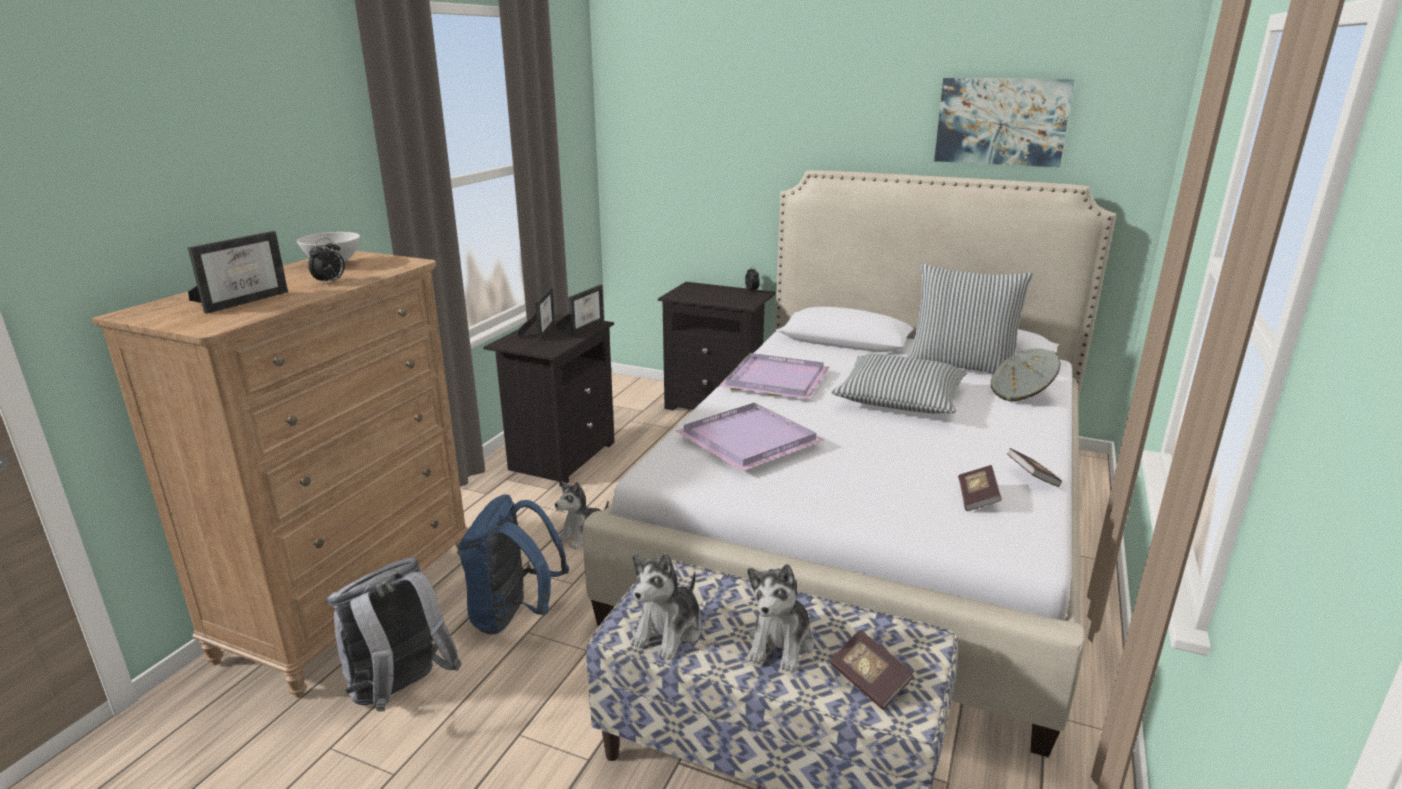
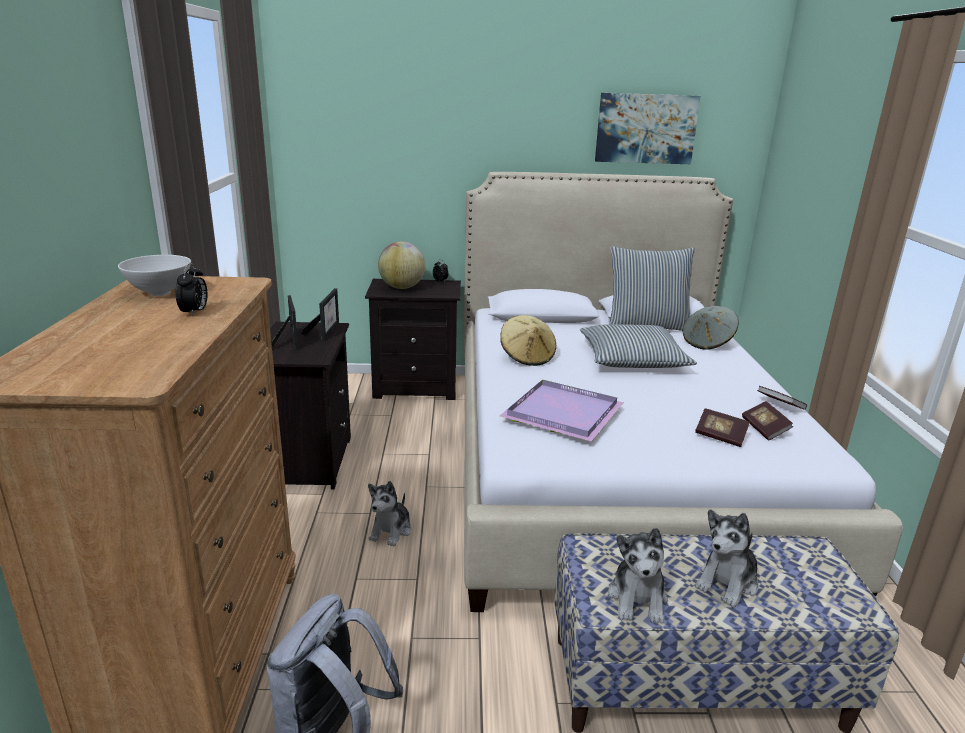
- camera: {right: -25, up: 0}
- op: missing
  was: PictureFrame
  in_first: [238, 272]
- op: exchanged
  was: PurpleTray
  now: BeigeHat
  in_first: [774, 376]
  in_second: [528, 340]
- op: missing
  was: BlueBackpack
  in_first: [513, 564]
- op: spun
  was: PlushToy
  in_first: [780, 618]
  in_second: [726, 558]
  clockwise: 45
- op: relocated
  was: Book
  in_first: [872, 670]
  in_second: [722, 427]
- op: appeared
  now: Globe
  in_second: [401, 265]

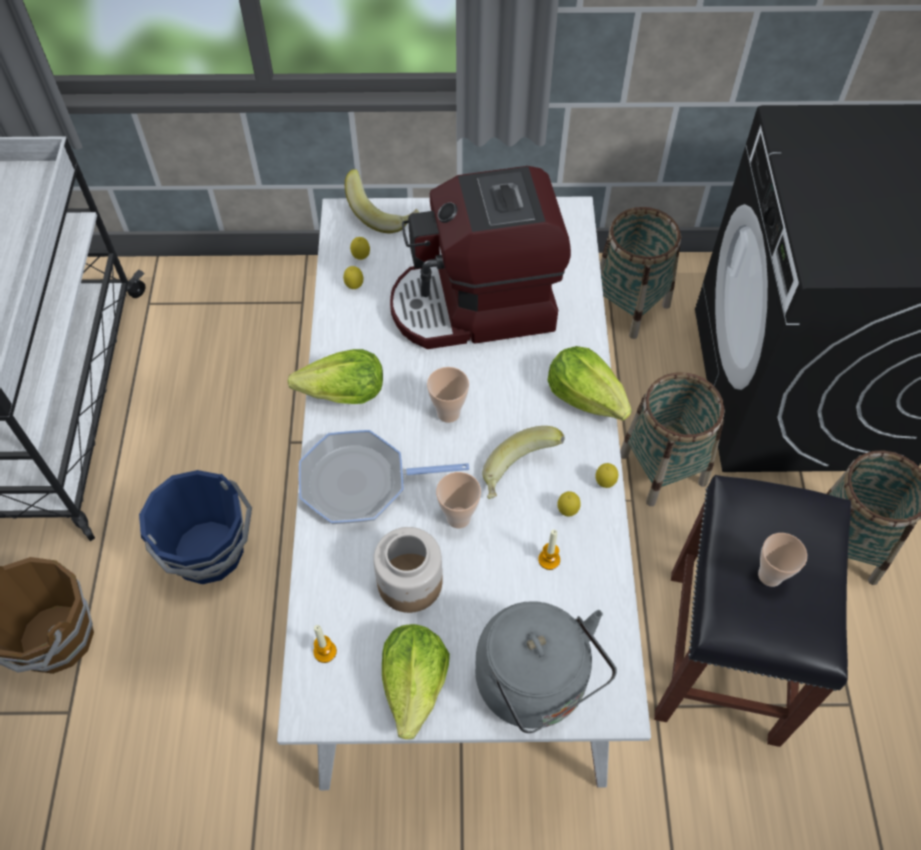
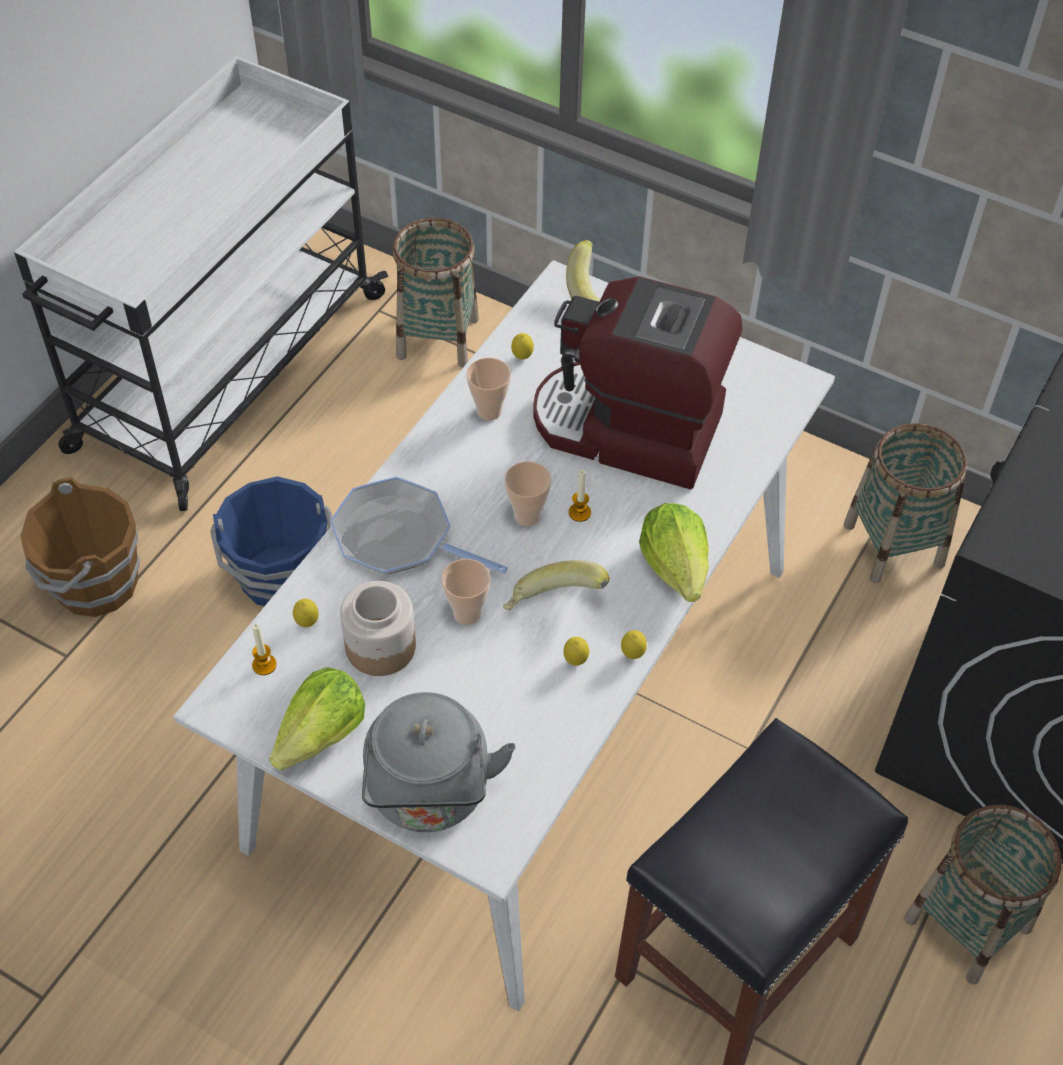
- camera: {right: 30, up: -5}
- op: relocated
  was: Lemon
  in_first: [360, 248]
  in_second: [306, 613]
- op: missing
  was: Lettuce
  in_first: [335, 376]
- op: relocated
  was: Basket
  in_first: [672, 439]
  in_second: [435, 292]
- op: relocated
  was: Candle
  in_first: [549, 550]
  in_second: [580, 496]
- op: relocated
  was: Cup
  in_first: [782, 560]
  in_second: [489, 389]

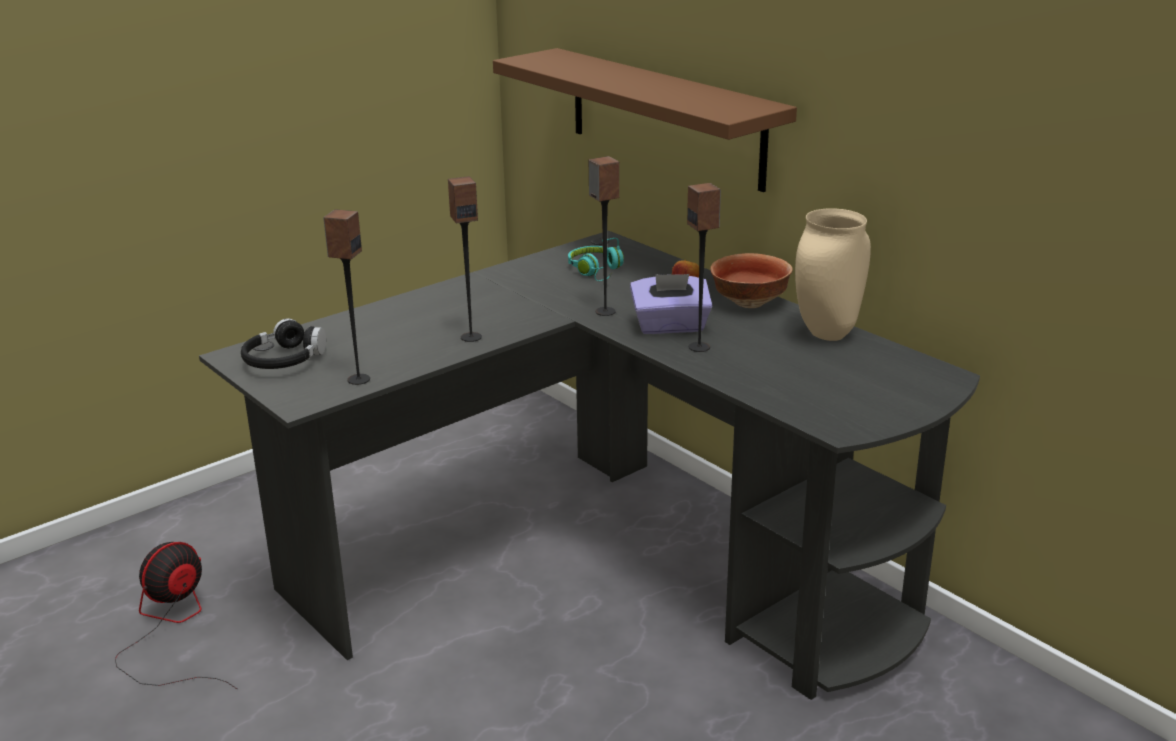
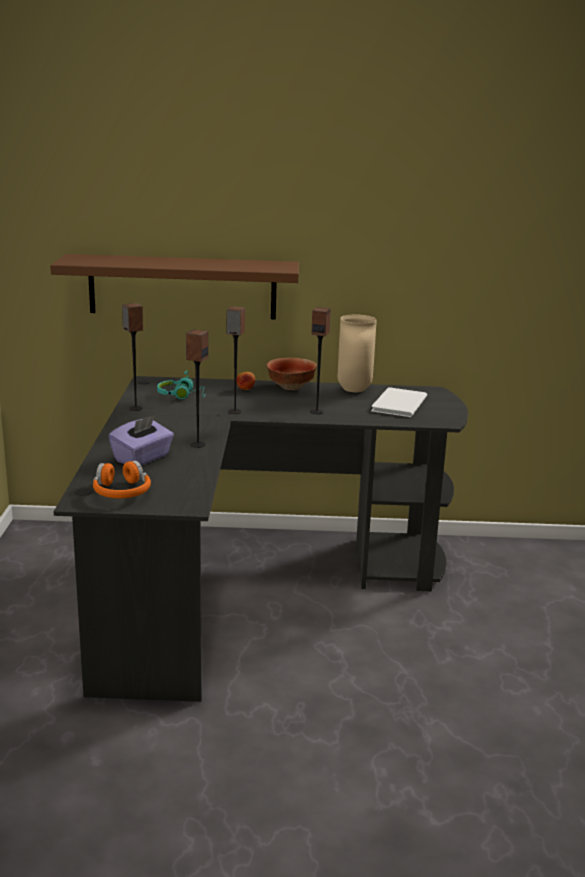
- camera: {right: -50, up: -5}
- op: relocated
  was: Speaker
  in_first: [346, 297]
  in_second: [132, 357]
- op: relocated
  was: PurpleTissueBox
  in_first: [671, 304]
  in_second: [141, 440]
- op: colour
  was: BlackHeadphones
  now: OrangeHeadphones
  in_first: [283, 343]
  in_second: [122, 479]
- op: missing
  was: Fan
  in_first: [176, 615]
- op: appeared
  now: WhiteBook
  in_second: [399, 402]

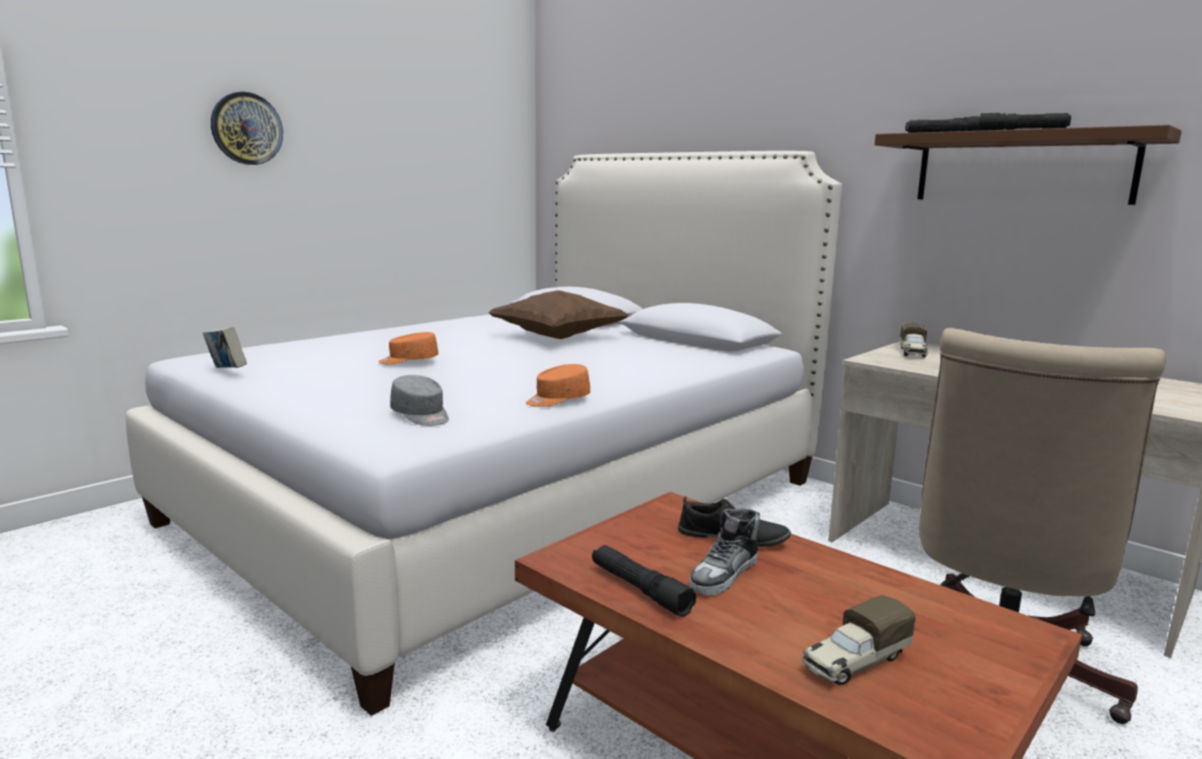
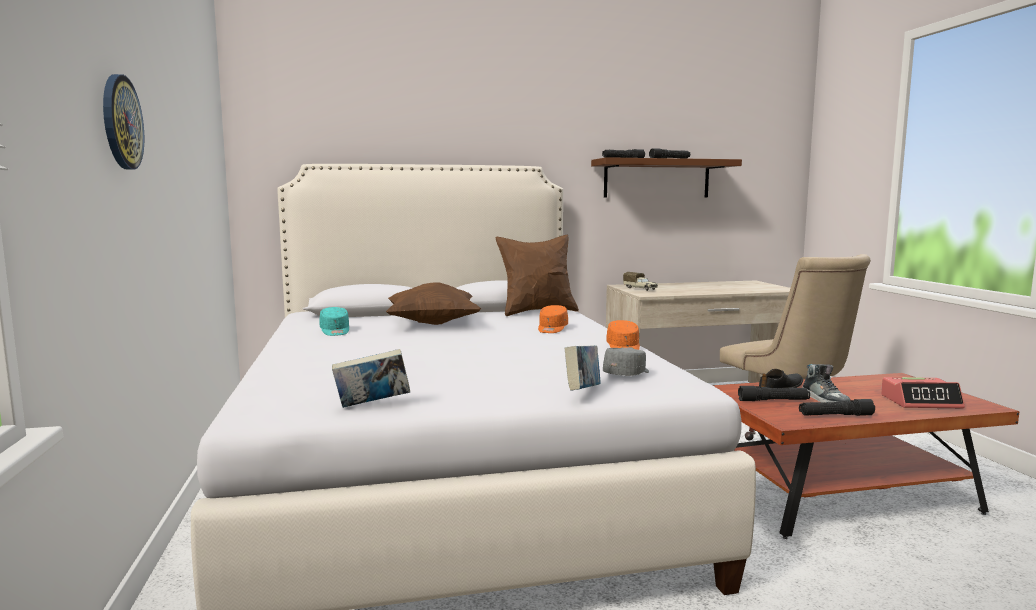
- camera: {right: -55, up: -5}
- op: relocated
  was: OrangeCap
  in_first: [408, 348]
  in_second: [553, 319]
- op: spun
  was: GreyCap
  in_first: [419, 400]
  in_second: [626, 362]
  clockwise: -45
- op: exchanged
  was: ToyTruck
  now: AlarmClock
  in_first: [859, 640]
  in_second: [923, 392]
- op: appeared
  now: BrownPillow
  in_second: [537, 275]
- op: appeared
  now: TurquoiseCap
  in_second: [334, 321]
- op: appeared
  now: Book
  in_second: [582, 368]
- op: appeared
  now: BlackFlashlight
  in_second: [774, 393]

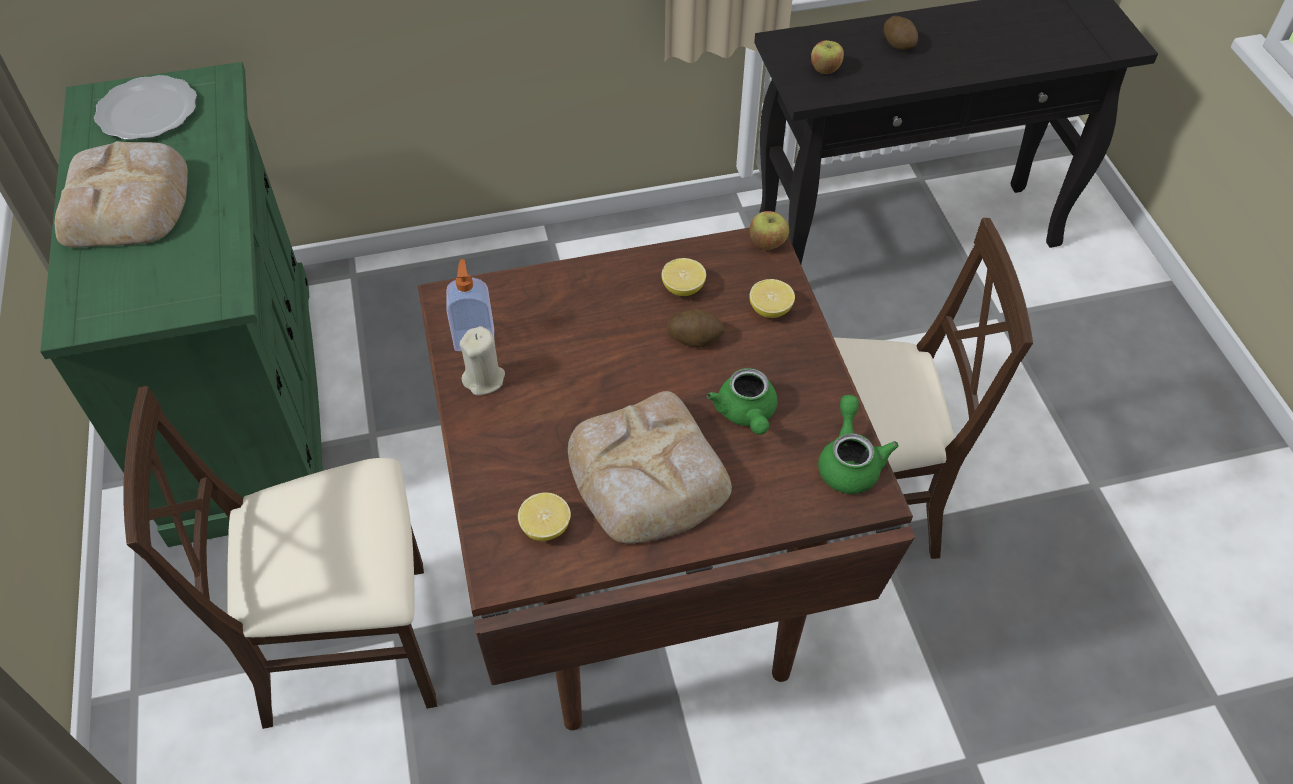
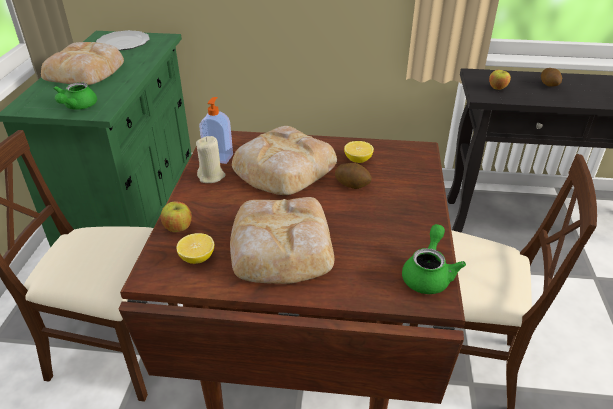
- camera: {right: 20, up: -15}
- op: relocated
  was: Apple
  in_first: [769, 230]
  in_second: [176, 216]
- op: missing
  was: Lemon
  in_first: [772, 298]
- op: relocated
  was: GreenTeapot
  in_first: [742, 401]
  in_second: [75, 96]
- op: appeared
  now: Bread
  in_second: [284, 160]

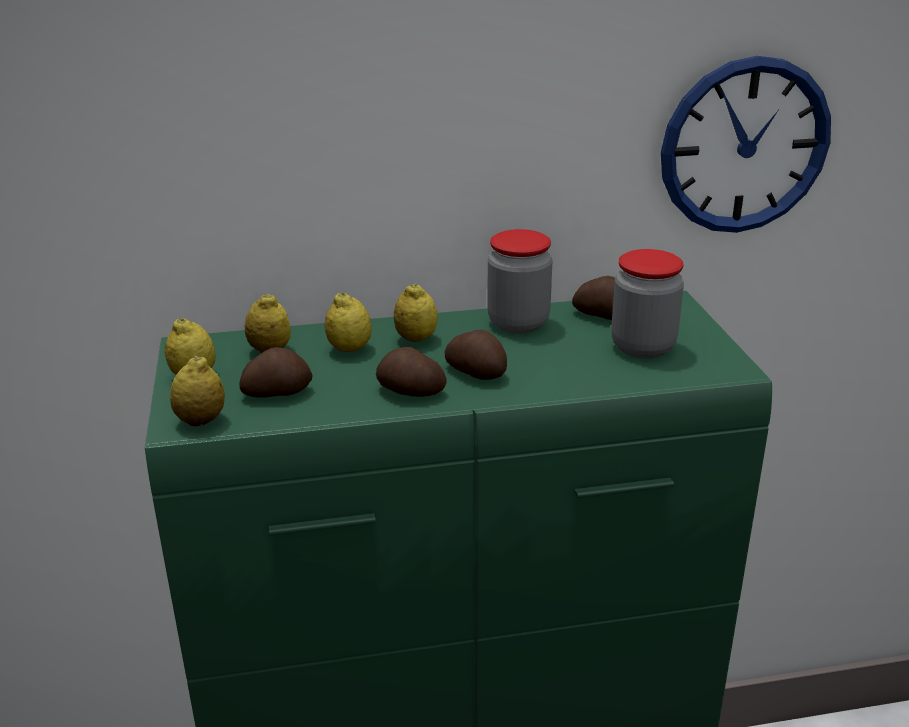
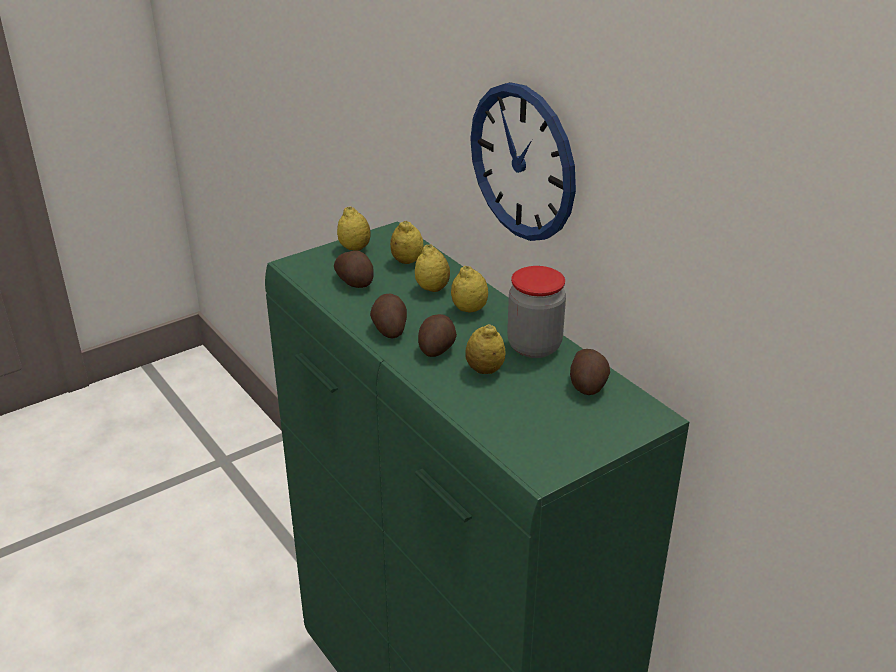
- camera: {right: 65, up: 5}
- op: relocated
  was: WallClock
  in_first: [746, 144]
  in_second: [523, 161]
- op: missing
  was: Jar
  in_first: [647, 304]
- op: relocated
  was: Lemon
  in_first: [197, 391]
  in_second: [485, 349]

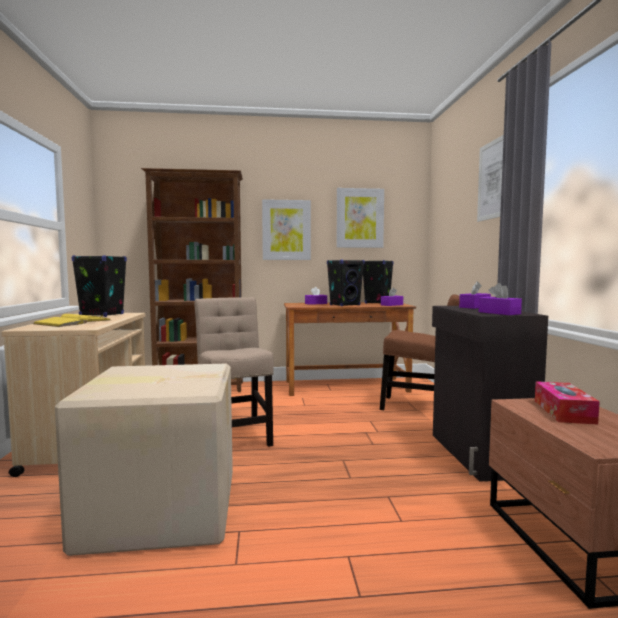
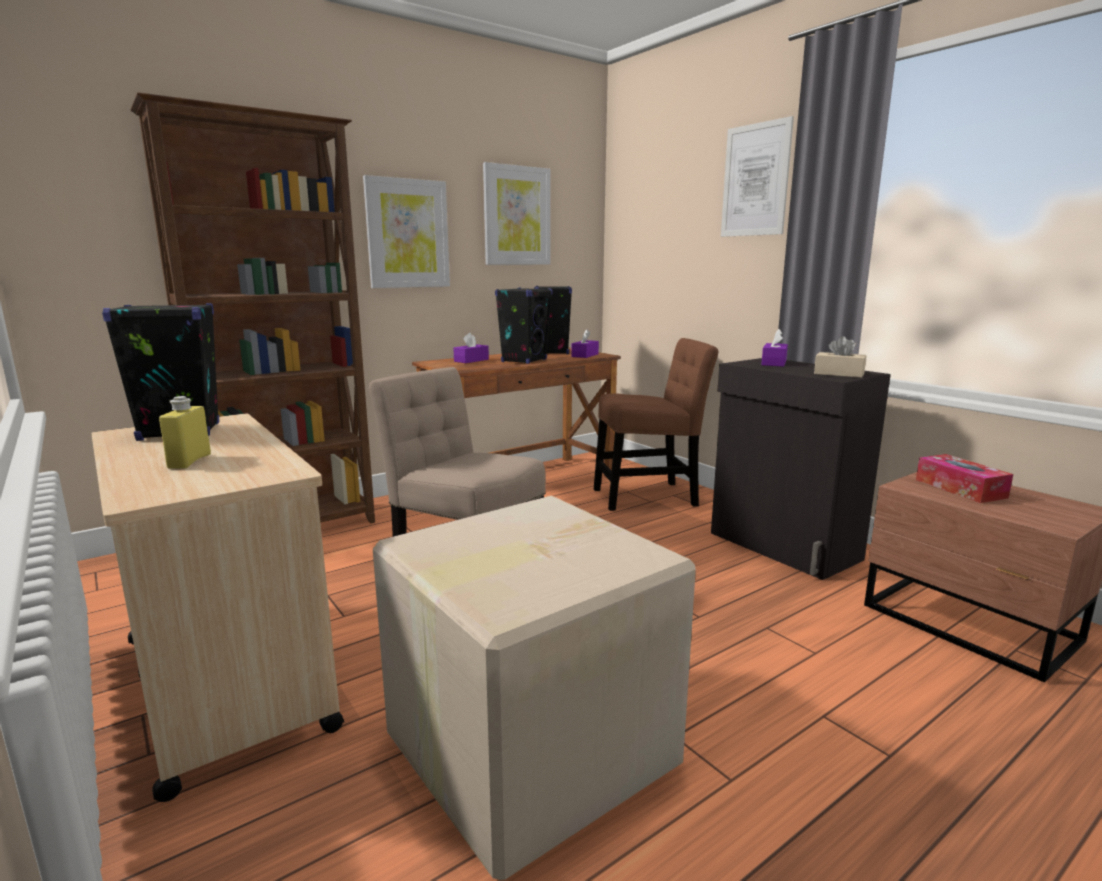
- camera: {right: -30, up: 10}
- op: colour
  was: PurpleTissueBox
  now: BeigeTissueBox
  in_first: [500, 299]
  in_second: [840, 357]
- op: exchanged
  was: YellowBook
  now: YellowBottle
  in_first: [72, 320]
  in_second: [185, 432]

